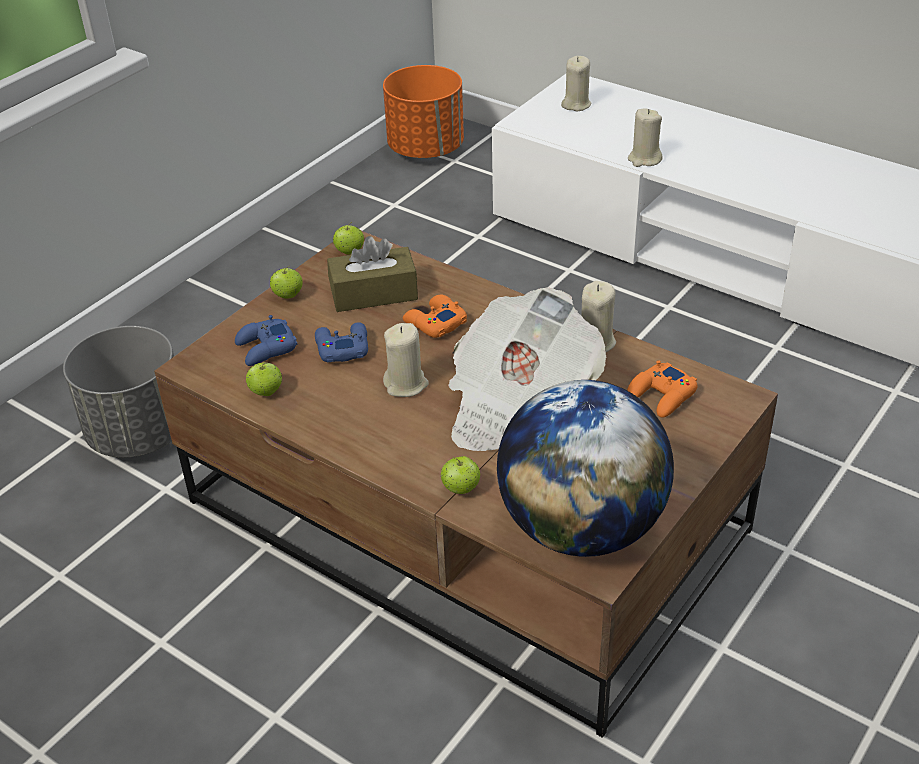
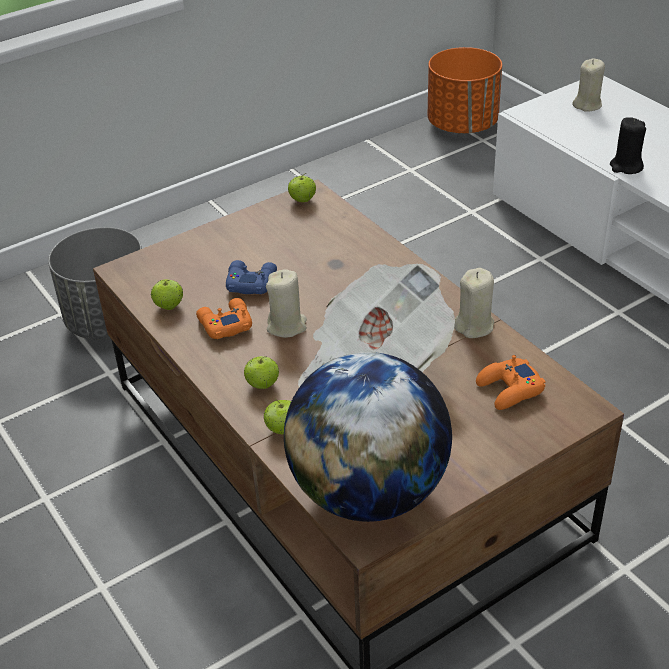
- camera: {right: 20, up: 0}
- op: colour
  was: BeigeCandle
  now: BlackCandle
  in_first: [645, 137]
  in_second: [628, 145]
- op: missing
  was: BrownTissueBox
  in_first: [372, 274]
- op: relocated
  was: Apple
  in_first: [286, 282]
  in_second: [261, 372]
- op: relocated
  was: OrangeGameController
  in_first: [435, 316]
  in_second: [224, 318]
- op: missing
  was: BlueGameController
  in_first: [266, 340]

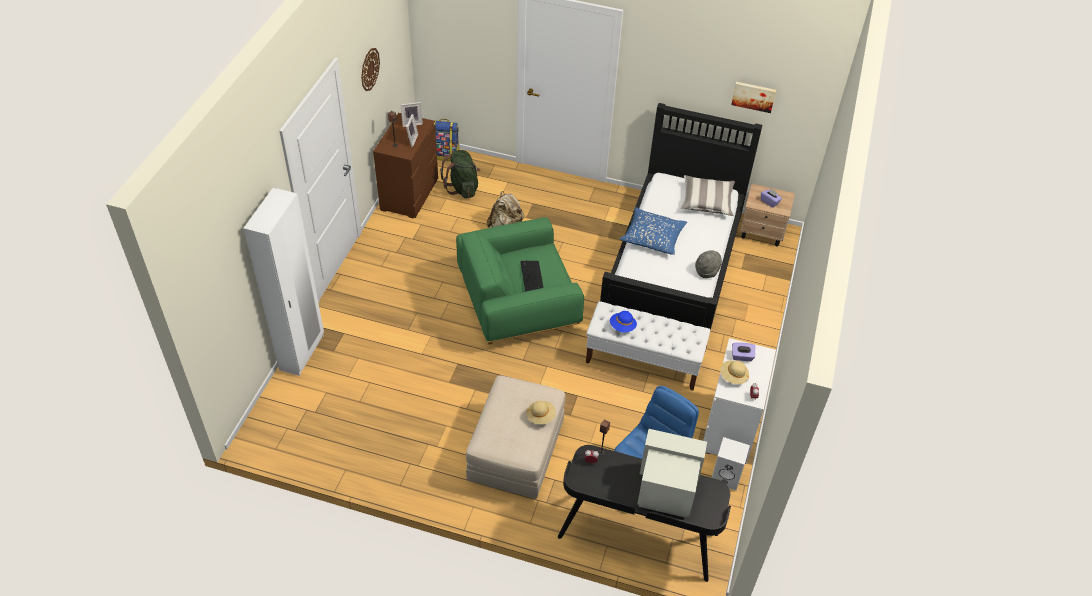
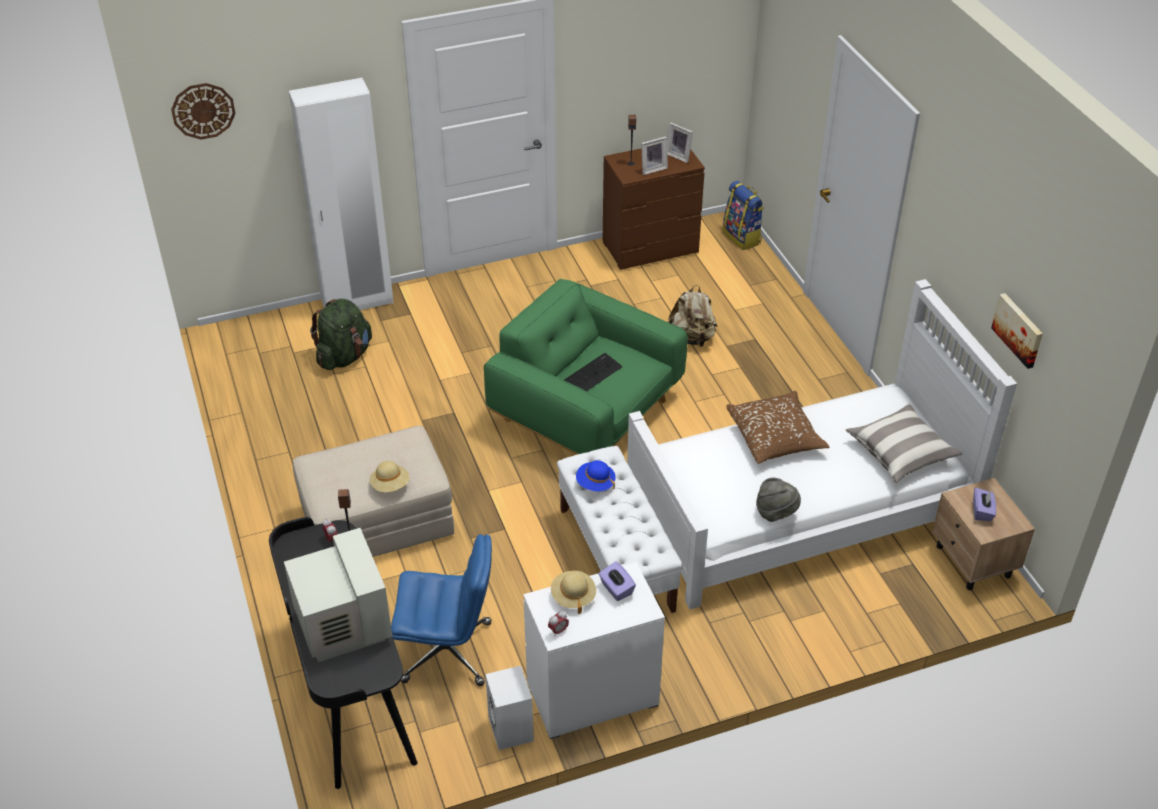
- camera: {right: 55, up: -5}
- op: relocated
  was: WallClock
  in_first: [370, 69]
  in_second: [203, 111]
- op: colour
  was: BlackBed
  now: WhiteBed
  in_first: [681, 227]
  in_second: [822, 444]
- op: relocated
  was: GreenBackpack
  in_first: [460, 174]
  in_second: [341, 334]
- op: colour
  was: BluePillow
  now: BrownPillow
  in_first: [653, 231]
  in_second: [777, 427]

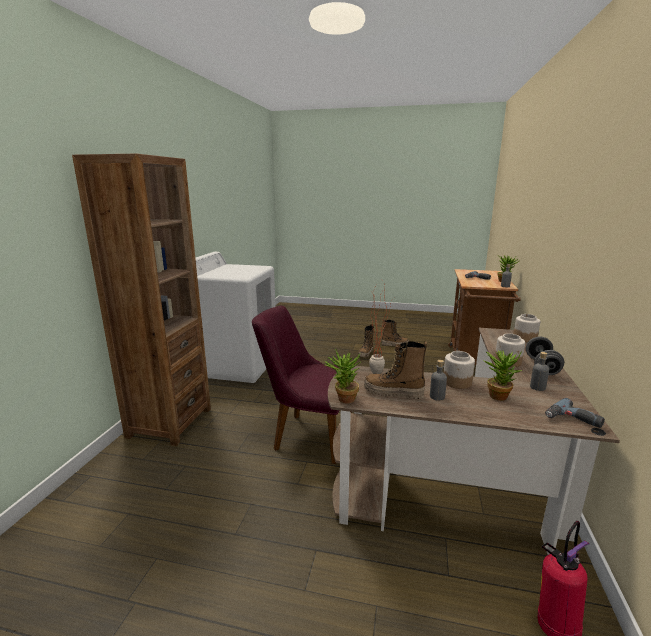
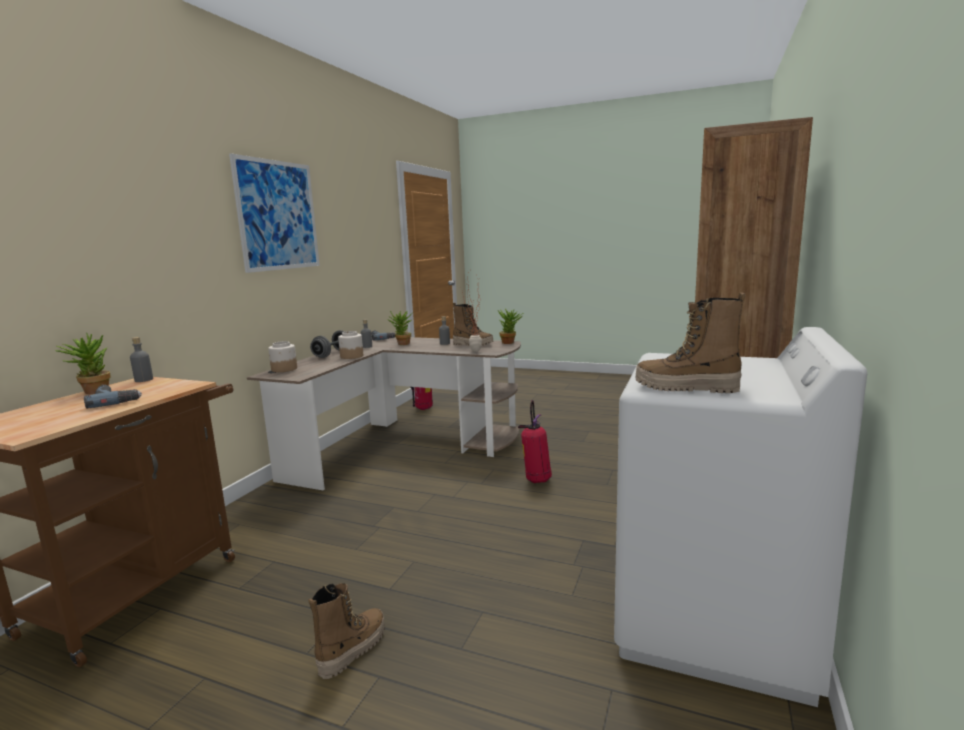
- camera: {right: -170, up: -5}
- op: exchanged
  was: PurpleChair
  now: FireExtinguisher
  in_first: [302, 385]
  in_second: [535, 441]
- op: relocated
  was: Boot
  in_first: [395, 332]
  in_second: [691, 342]
- op: missing
  was: Jar
  in_first: [459, 370]
- op: appeared
  now: Picture
  in_second: [274, 213]

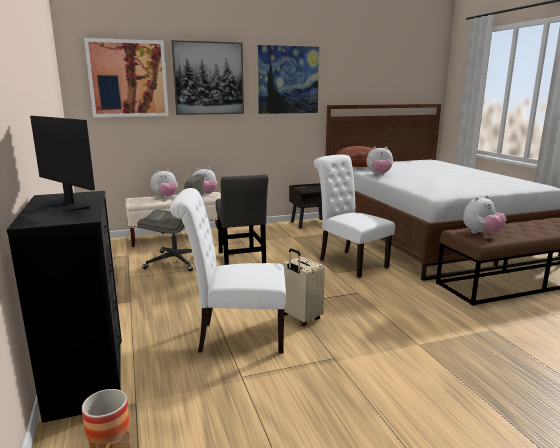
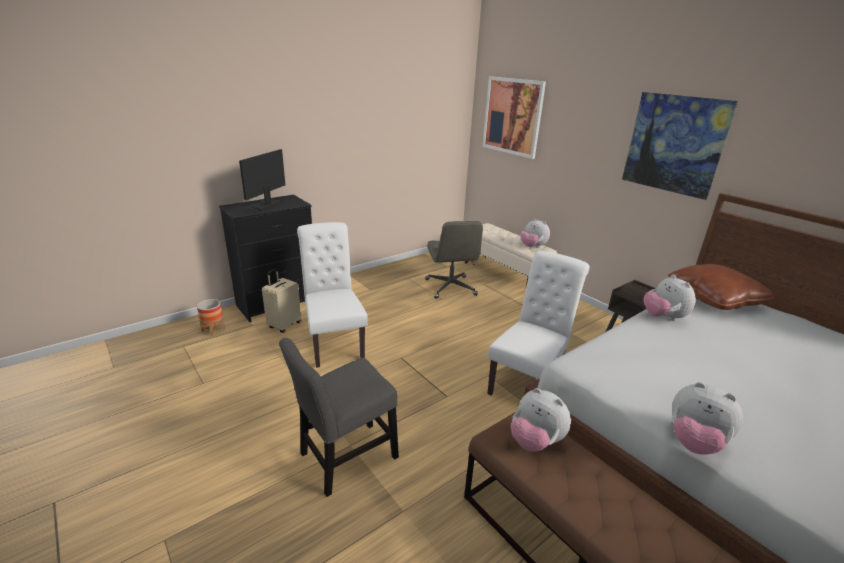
- camera: {right: 70, up: 10}
- op: missing
  was: Picture
  in_first: [207, 77]
- op: relocated
  was: PlushToy
  in_first: [164, 183]
  in_second: [707, 418]
- op: relocated
  was: GreyChair
  in_first: [242, 219]
  in_second: [339, 417]
- op: relocated
  was: BeigeSuitcase
  in_first: [303, 287]
  in_second: [281, 301]

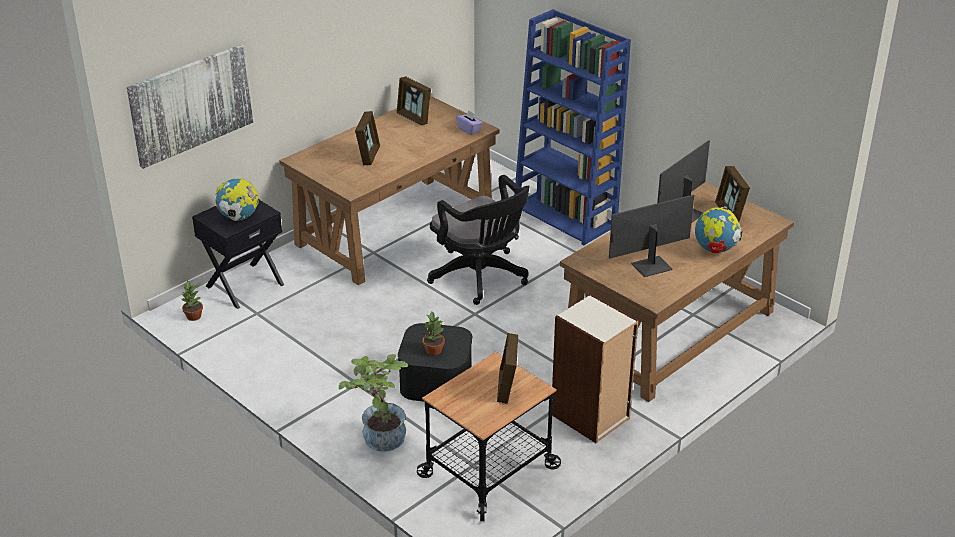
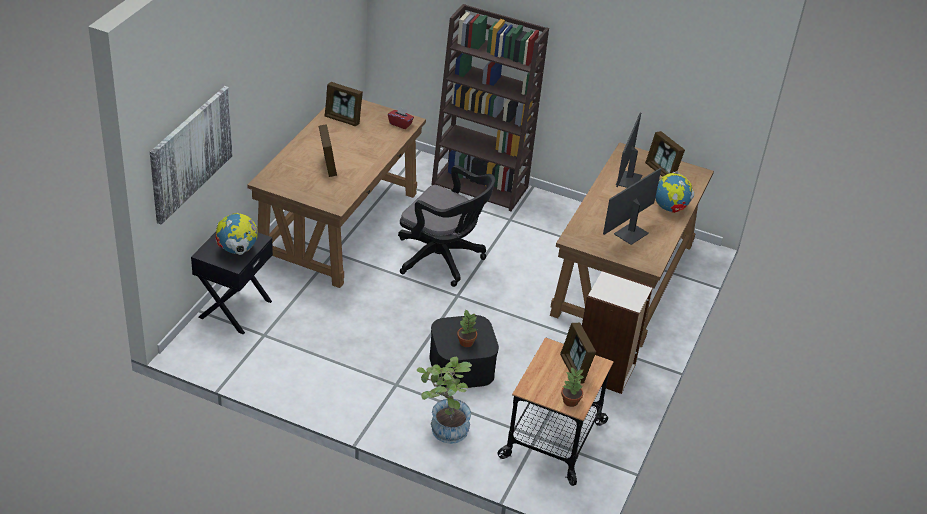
- camera: {right: -25, up: 5}
- op: colour
  was: BlueBookcase
  now: BrownBookcase
  in_first: [572, 127]
  in_second: [490, 107]
- op: colour
  was: PurpleTissueBox
  now: RedTissueBox
  in_first: [469, 122]
  in_second: [401, 118]
- op: relocated
  was: PottedPlant
  in_first: [192, 301]
  in_second: [572, 387]

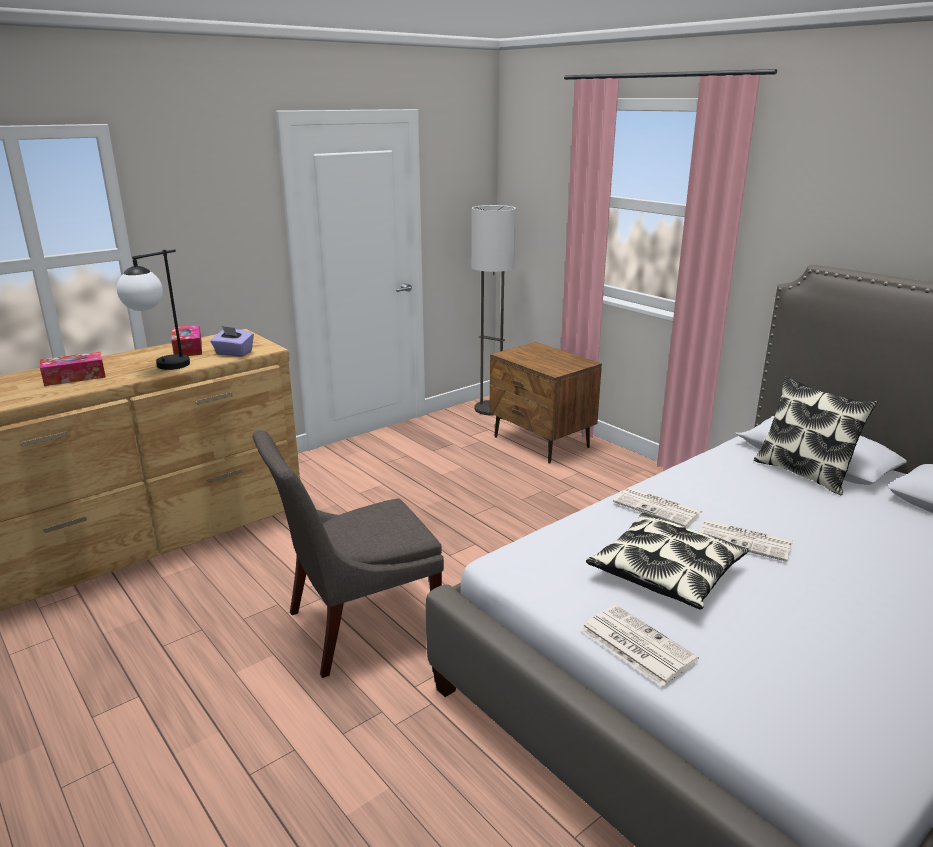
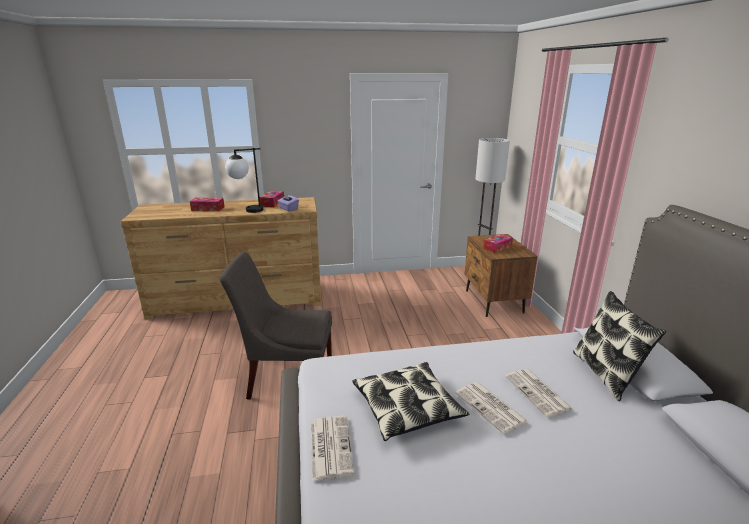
- camera: {right: 30, up: 0}
- op: relocated
  was: Newspaper
  in_first: [658, 507]
  in_second: [539, 393]
- op: appeared
  now: TissueBox
  in_second: [498, 243]

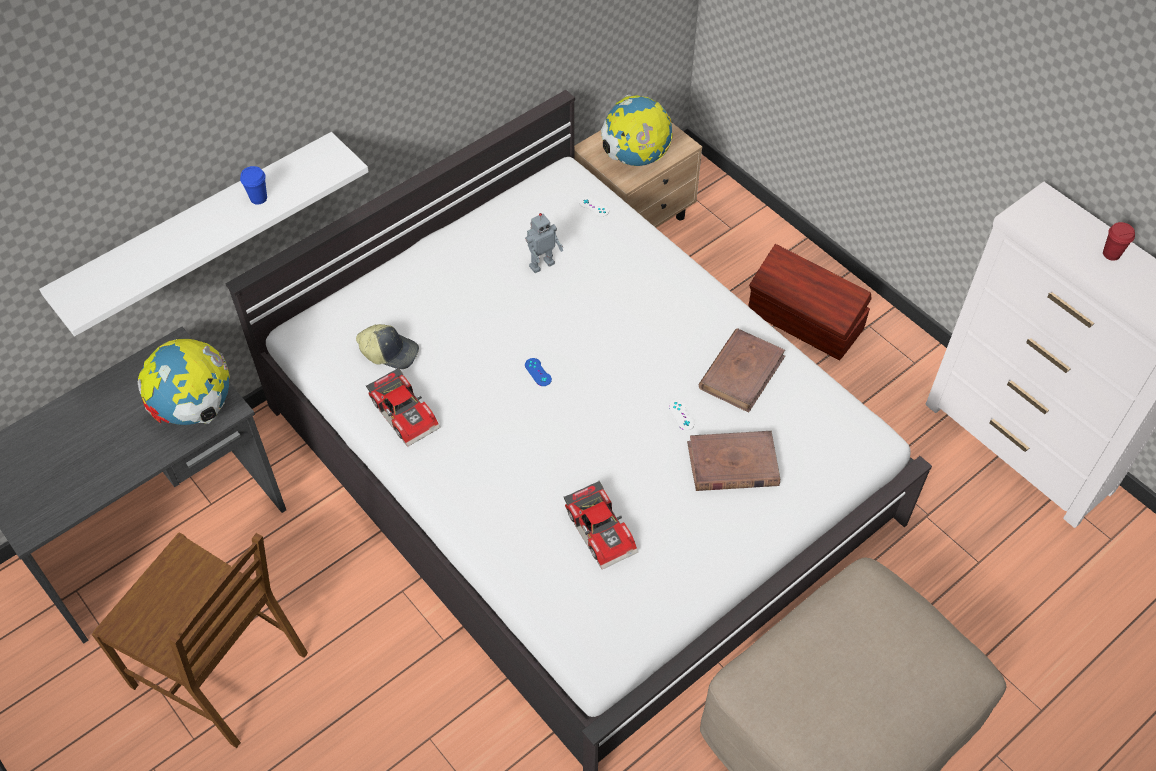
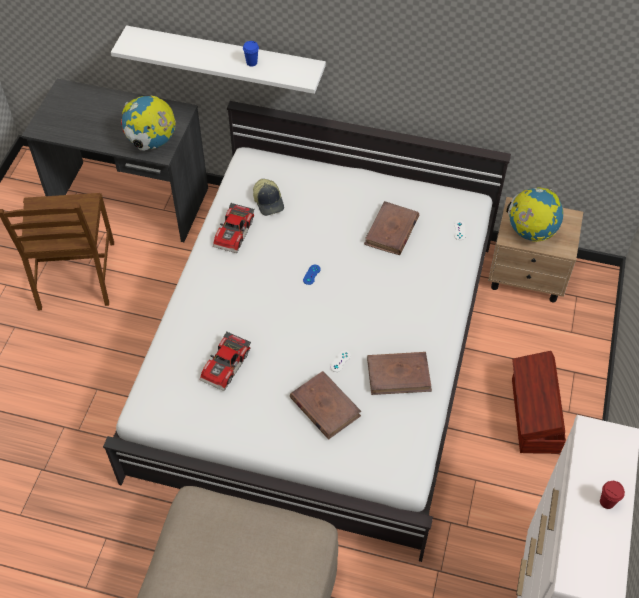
- camera: {right: 55, up: 0}
- op: exchanged
  was: ToyRobot
  now: BrownBook
  in_first: [544, 243]
  in_second: [391, 228]

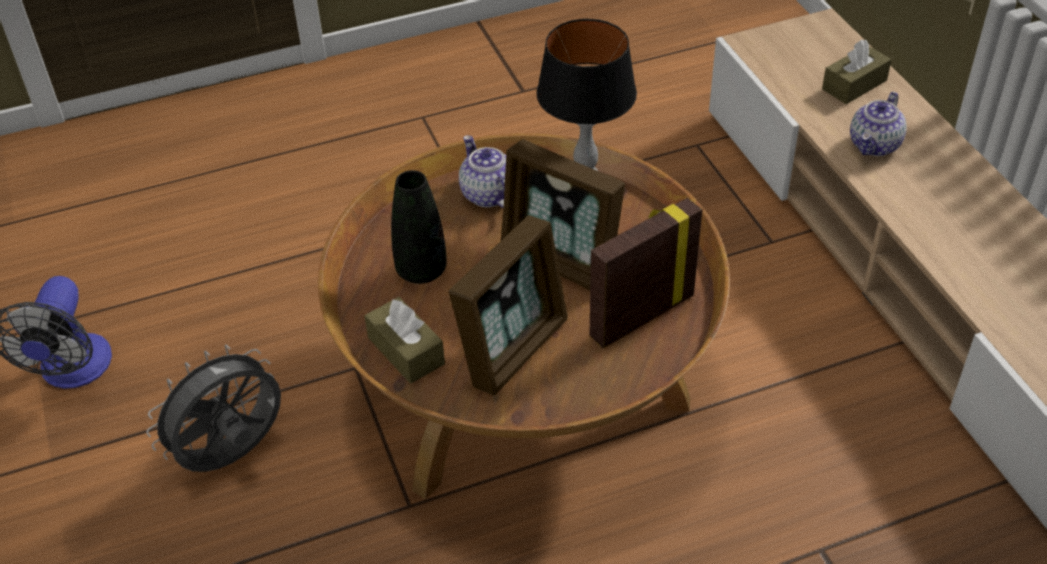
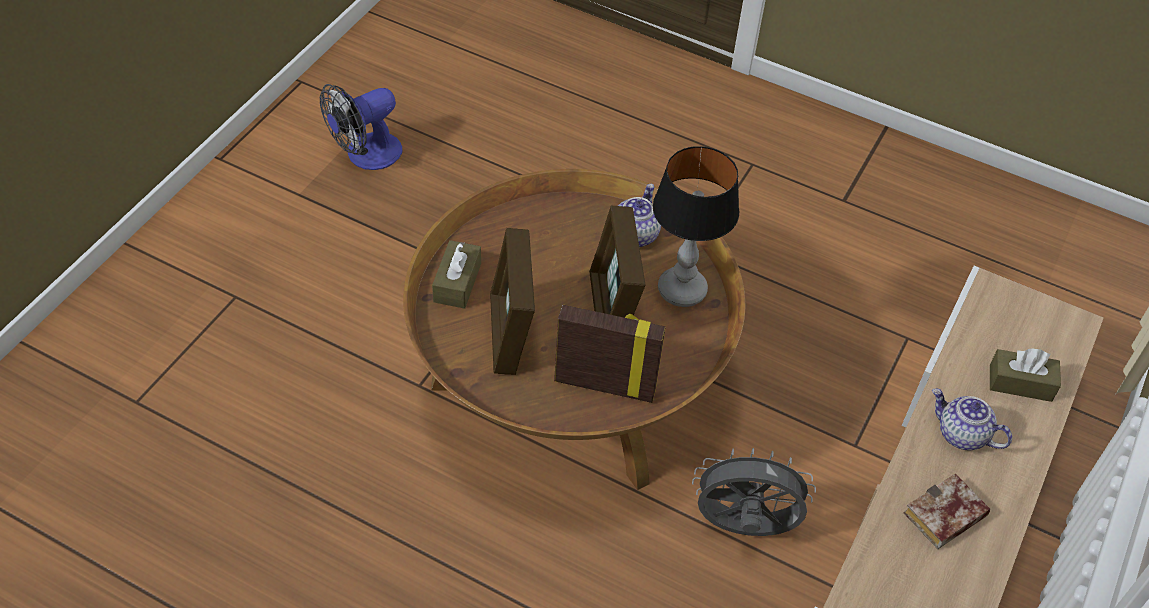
- camera: {right: 45, up: 5}
- op: spun
  was: Teapot
  in_first: [878, 124]
  in_second: [972, 419]
  clockwise: 45
- op: missing
  was: BlackVase
  in_first: [419, 227]
- op: spun
  was: PictureFrame
  in_first: [508, 305]
  in_second: [512, 301]
  clockwise: 90
- op: relocated
  was: GreyFan
  in_first: [213, 408]
  in_second: [754, 492]
- op: appeared
  now: Book
  in_second: [947, 511]

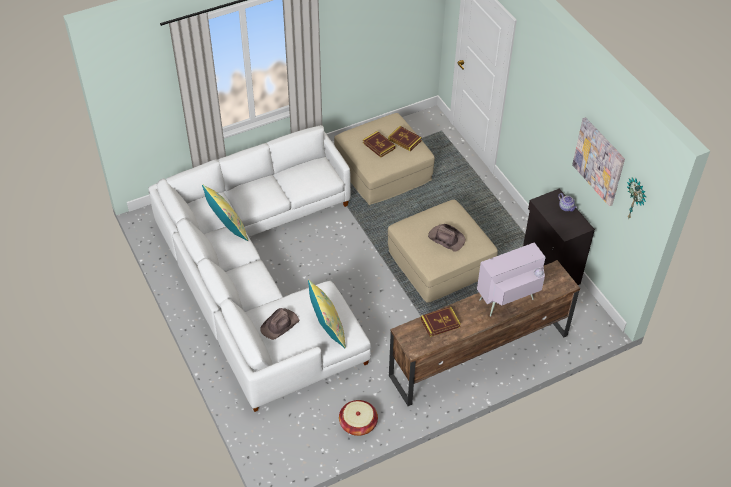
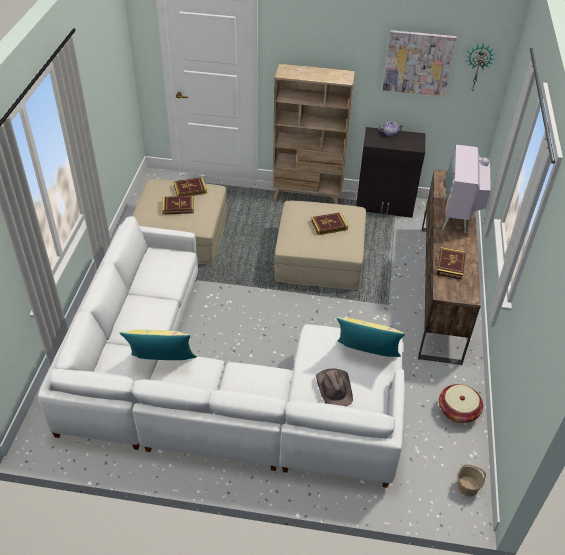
- camera: {right: -55, up: -5}
- op: exchanged
  was: BrownHat
  now: Book
  in_first: [447, 238]
  in_second: [329, 223]
- op: appeared
  now: BeigeBookcase
  in_second: [313, 133]
- op: appeared
  now: Basket
  in_second: [471, 480]

